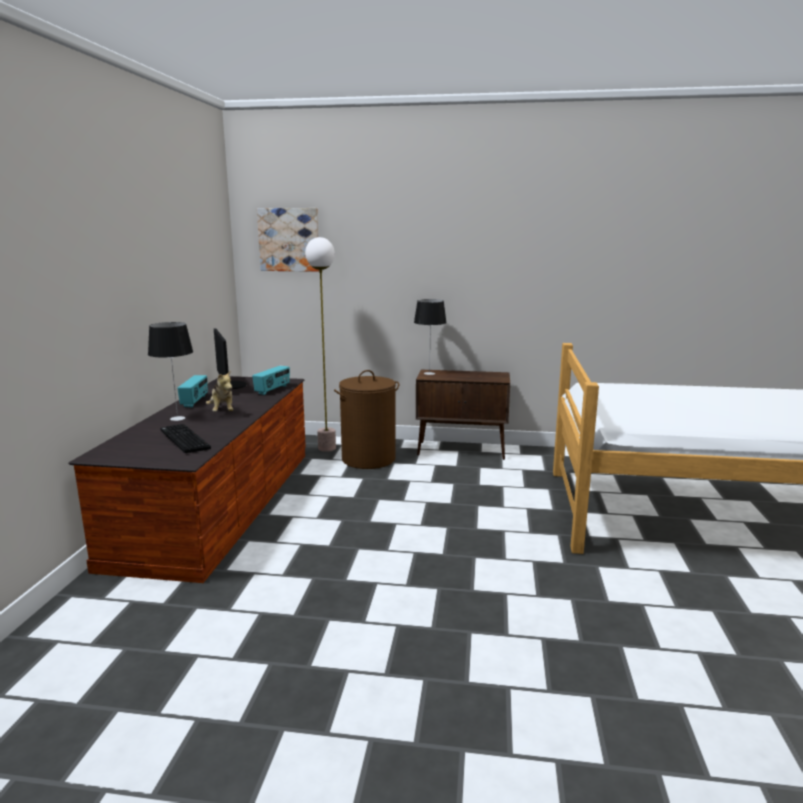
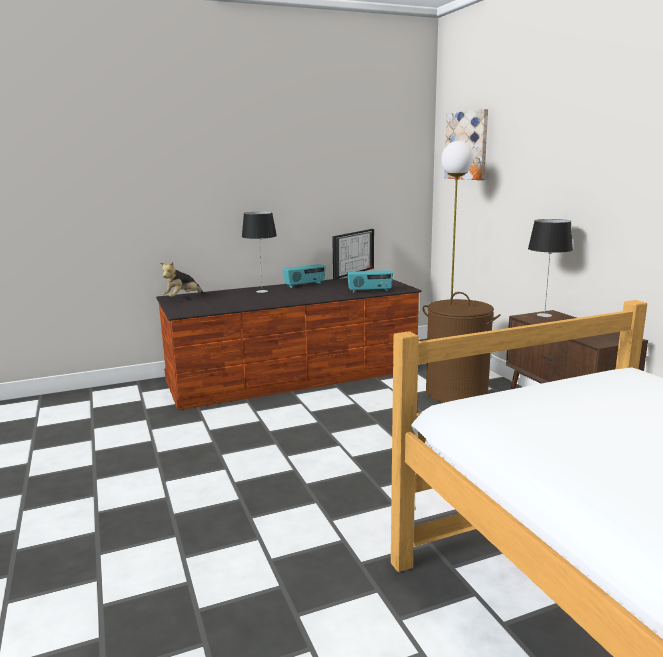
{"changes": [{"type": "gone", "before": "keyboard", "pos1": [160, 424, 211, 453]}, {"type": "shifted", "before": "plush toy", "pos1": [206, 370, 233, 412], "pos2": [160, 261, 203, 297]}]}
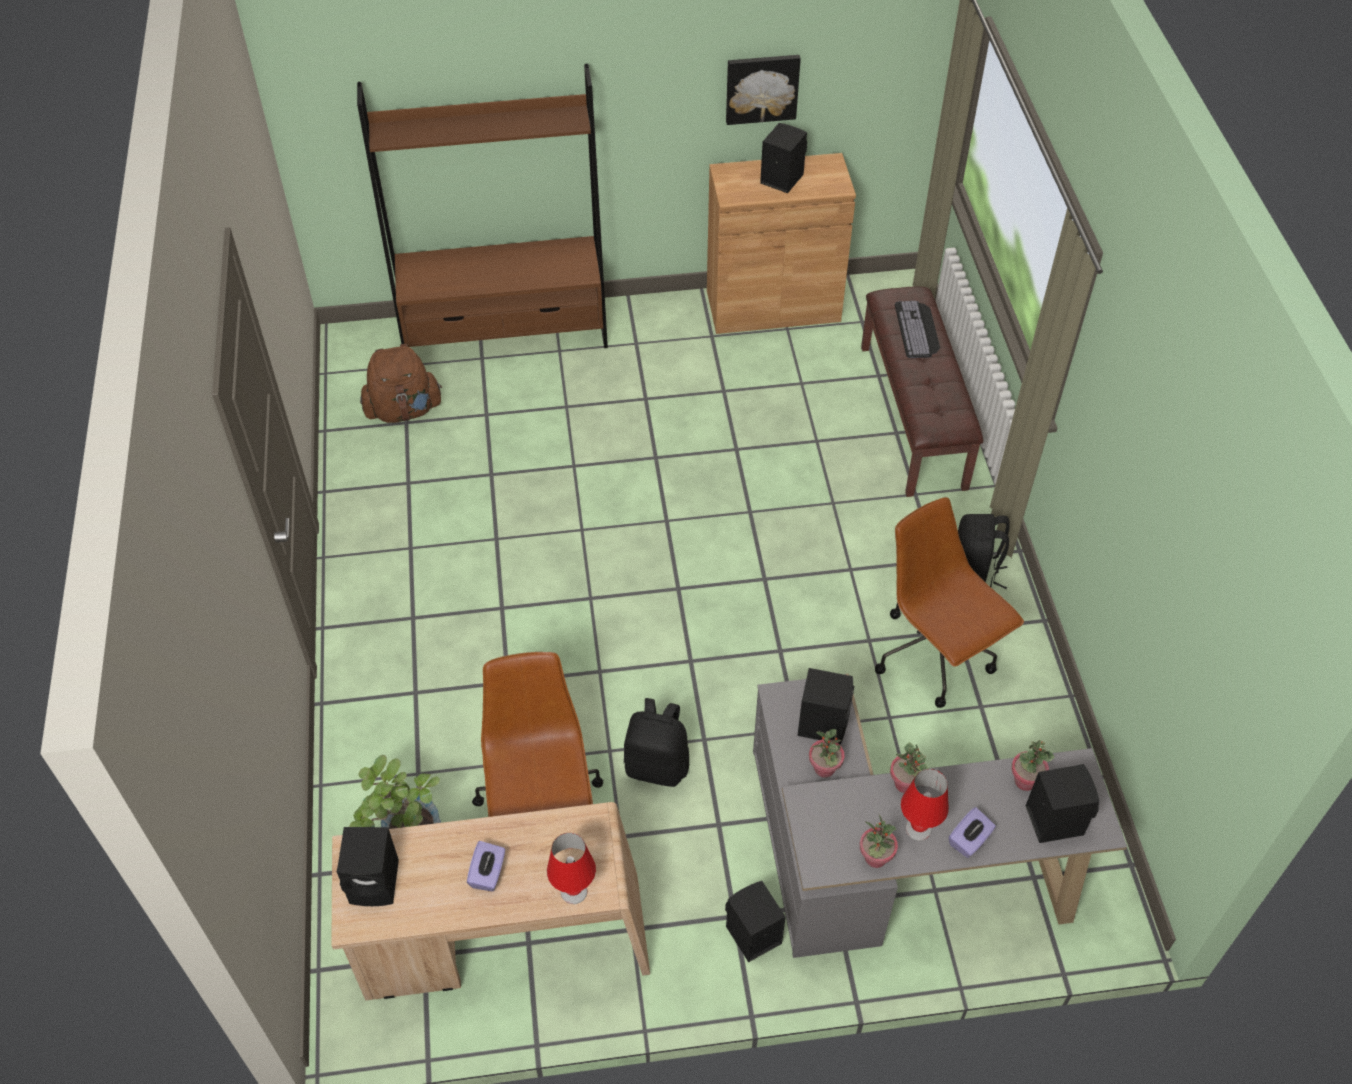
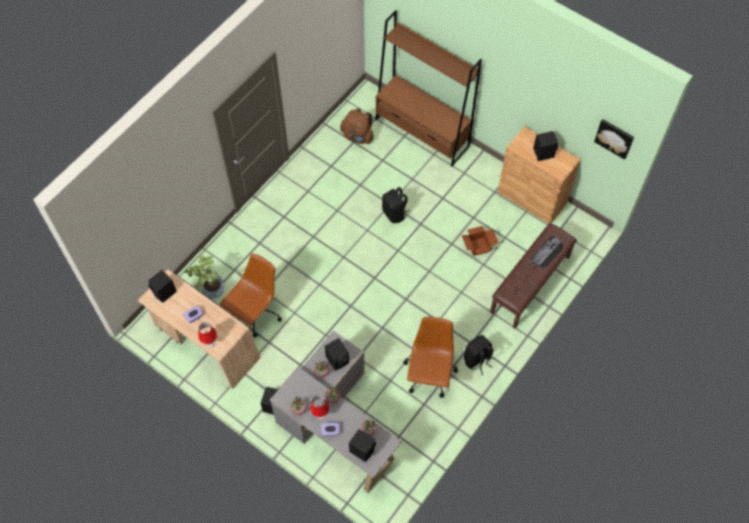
{"changes": [{"type": "new", "after": "cardboard box", "pos2": [462, 226, 499, 256]}, {"type": "shifted", "before": "black backpack", "pos1": [624, 698, 689, 787], "pos2": [382, 187, 410, 223]}, {"type": "shifted", "before": "picture", "pos1": [726, 55, 801, 125], "pos2": [594, 119, 634, 160]}]}
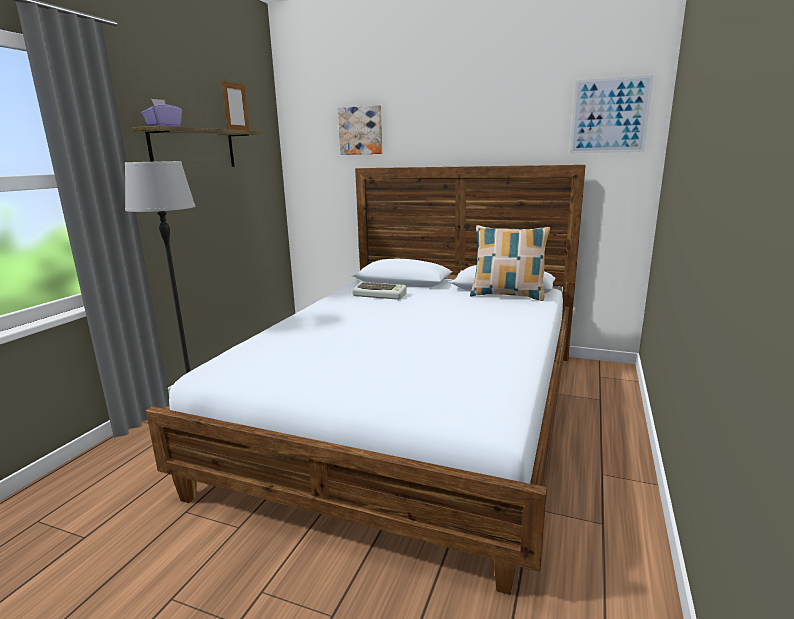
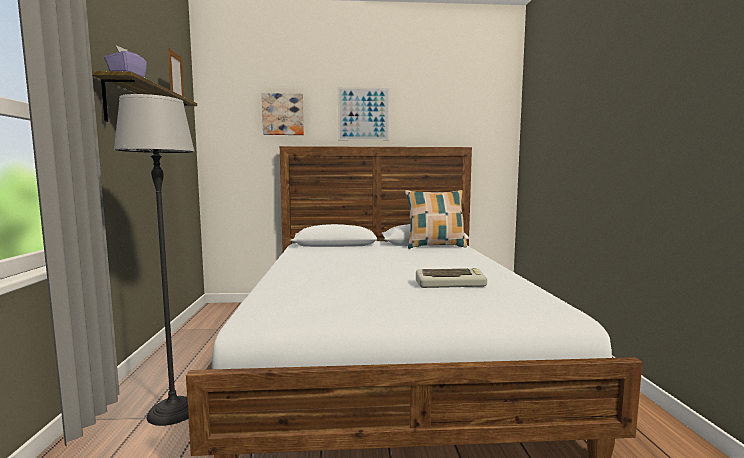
{"changes": [{"type": "shifted", "before": "keyboard", "pos1": [352, 282, 407, 300], "pos2": [416, 268, 487, 288]}, {"type": "shifted", "before": "picture", "pos1": [570, 75, 653, 153], "pos2": [338, 87, 389, 141]}]}
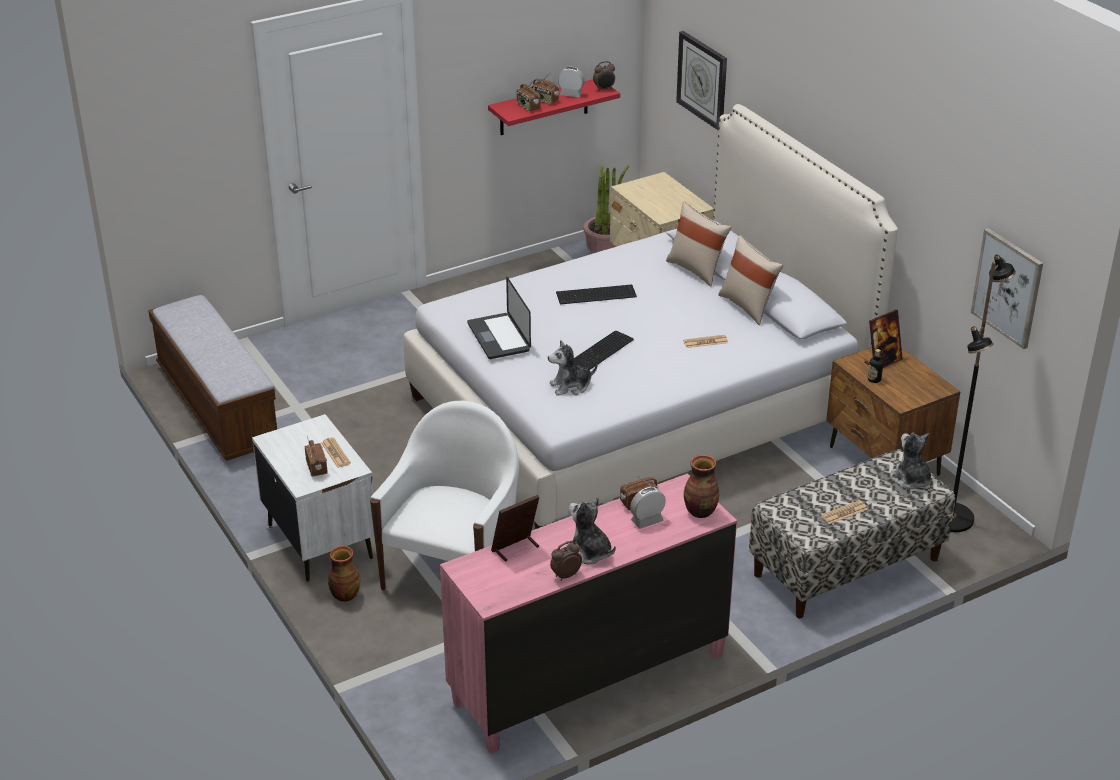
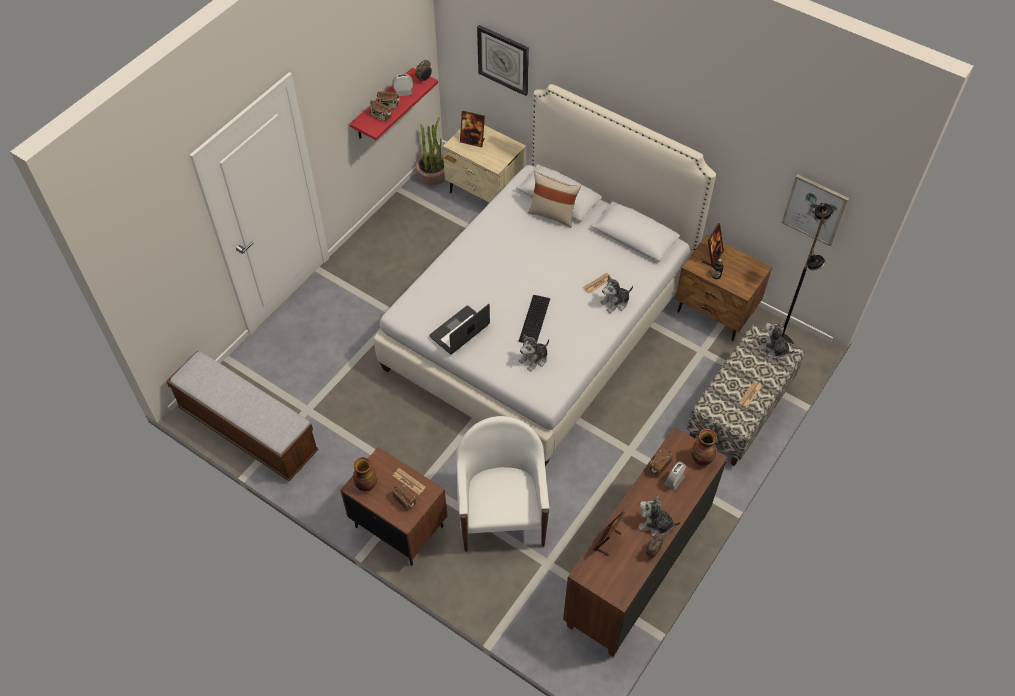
{"changes": [{"type": "gone", "before": "keyboard", "pos1": [556, 284, 637, 304]}, {"type": "gone", "before": "beige pillow", "pos1": [719, 235, 783, 325]}, {"type": "new", "after": "picture frame", "pos2": [460, 111, 485, 147]}, {"type": "new", "after": "plush toy", "pos2": [600, 276, 633, 313]}, {"type": "shifted", "before": "vase", "pos1": [328, 546, 360, 602], "pos2": [353, 457, 377, 491]}, {"type": "repainted", "before": "white nightstand", "after": "brown nightstand", "pos1": [252, 414, 374, 582], "pos2": [340, 447, 447, 565]}, {"type": "repainted", "before": "pink dresser", "after": "brown dresser", "pos1": [440, 473, 737, 754], "pos2": [563, 427, 728, 657]}, {"type": "rotated", "before": "laptop", "pos1": [467, 277, 531, 359], "pos2": [430, 304, 490, 354], "turn": 90}]}
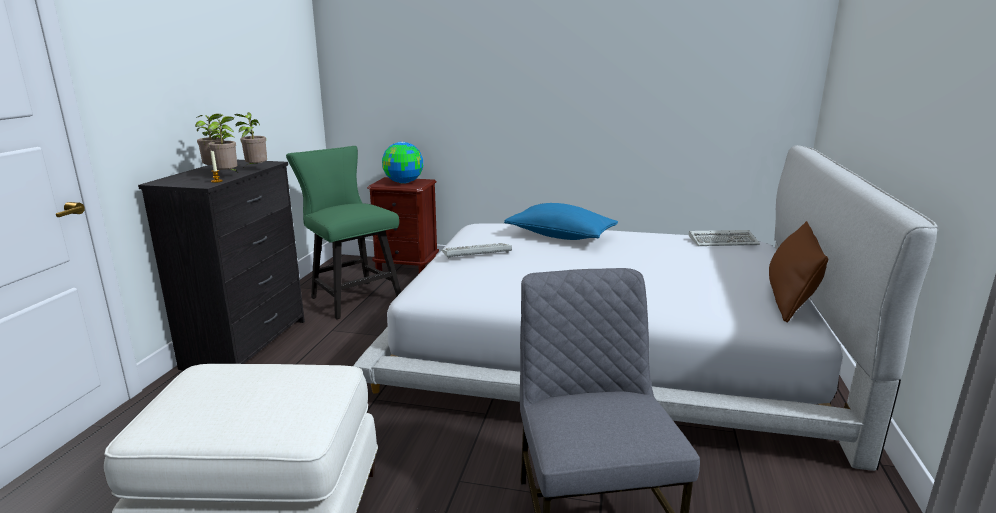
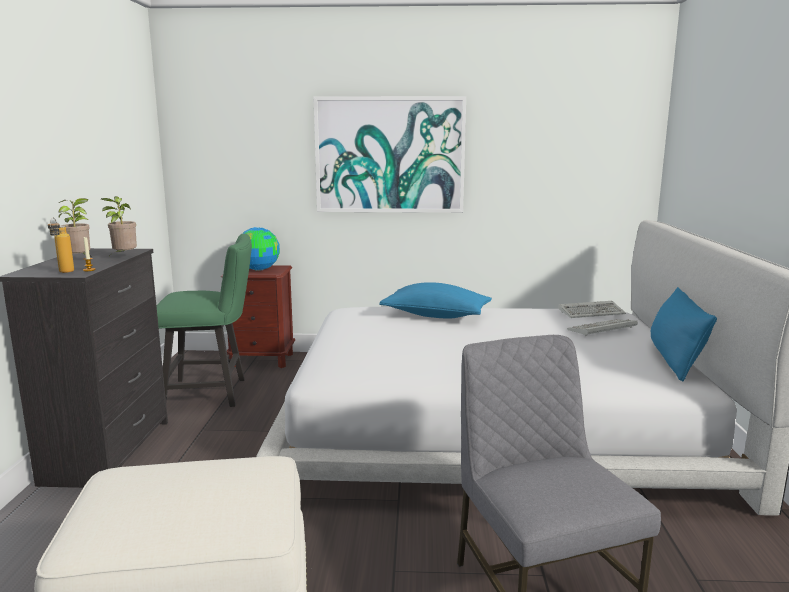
{"changes": [{"type": "gone", "before": "potted plant", "pos1": [207, 116, 237, 172]}, {"type": "new", "after": "bottle", "pos2": [48, 218, 74, 273]}, {"type": "new", "after": "picture", "pos2": [313, 96, 466, 213]}, {"type": "shifted", "before": "keyboard", "pos1": [441, 243, 512, 259], "pos2": [567, 319, 638, 336]}, {"type": "repainted", "before": "brown pillow", "after": "blue pillow", "pos1": [769, 221, 828, 322], "pos2": [651, 287, 717, 381]}, {"type": "rotated", "before": "green chair", "pos1": [286, 146, 401, 319], "pos2": [156, 234, 252, 407], "turn": 135}]}
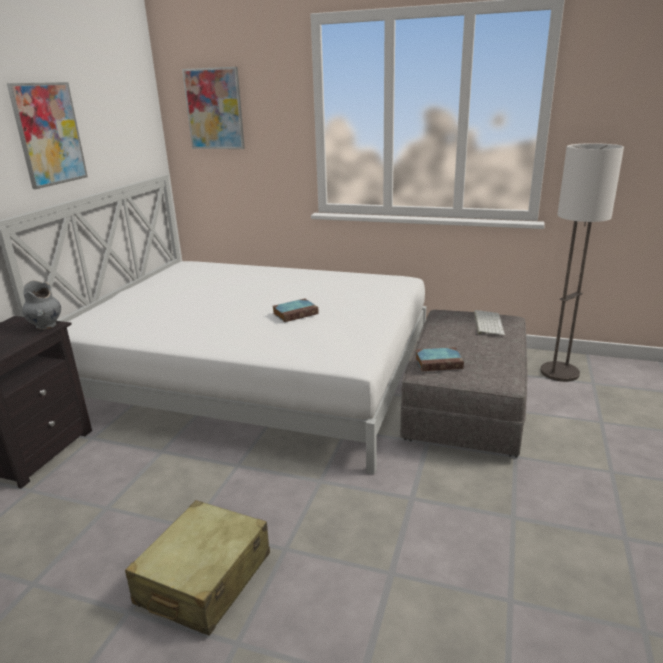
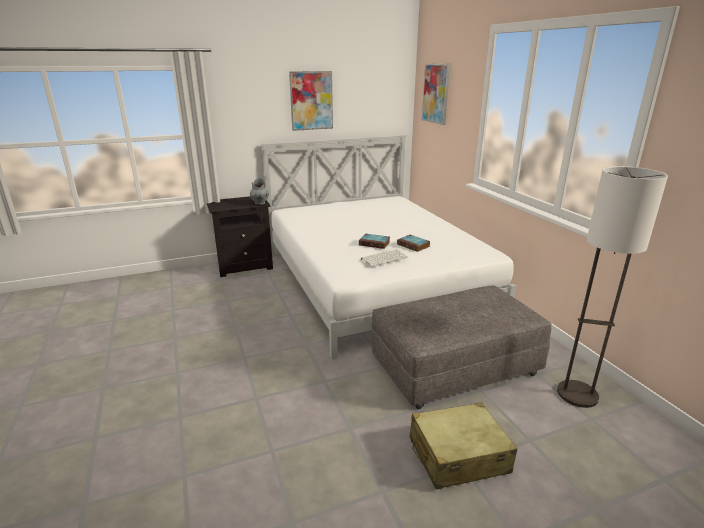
{"changes": [{"type": "shifted", "before": "beige suitcase", "pos1": [125, 500, 270, 636], "pos2": [410, 402, 518, 490]}, {"type": "shifted", "before": "book", "pos1": [415, 347, 464, 371], "pos2": [397, 235, 430, 252]}, {"type": "shifted", "before": "keyboard", "pos1": [474, 310, 505, 335], "pos2": [361, 249, 408, 267]}]}
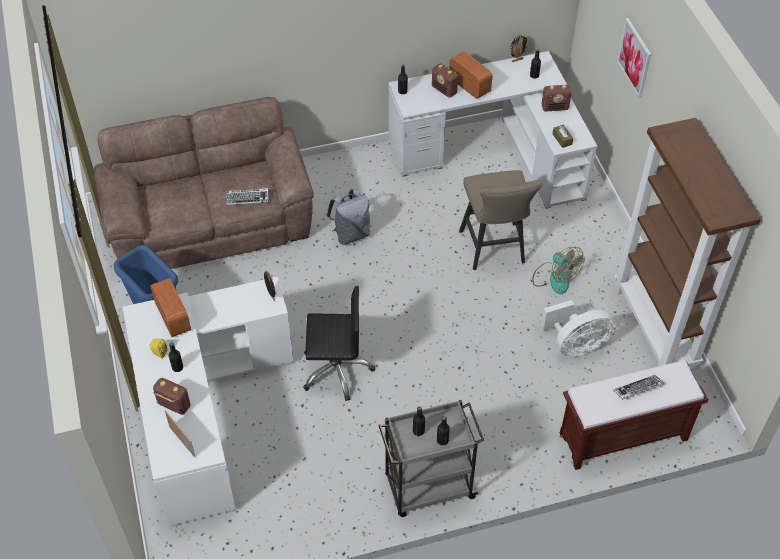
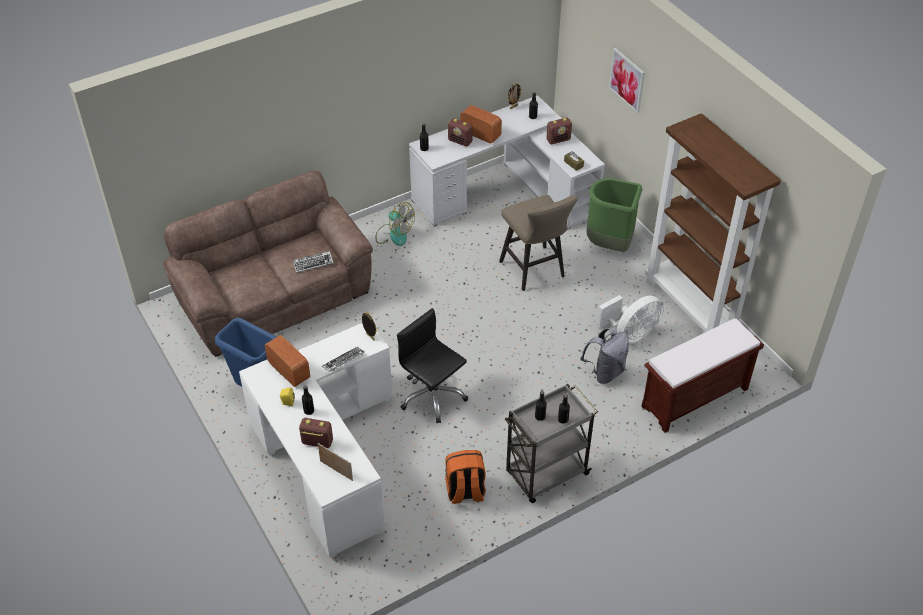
{"changes": [{"type": "new", "after": "orange backpack", "pos2": [445, 450, 486, 504]}, {"type": "new", "after": "green trash can", "pos2": [586, 178, 642, 252]}, {"type": "shifted", "before": "grey backpack", "pos1": [326, 189, 370, 245], "pos2": [580, 327, 629, 384]}, {"type": "shifted", "before": "fan", "pos1": [532, 247, 584, 294], "pos2": [376, 202, 415, 246]}, {"type": "shifted", "before": "keyboard", "pos1": [613, 375, 664, 400], "pos2": [322, 347, 365, 372]}, {"type": "rotated", "before": "black office chair", "pos1": [303, 286, 375, 401], "pos2": [397, 308, 468, 423], "turn": -120}]}
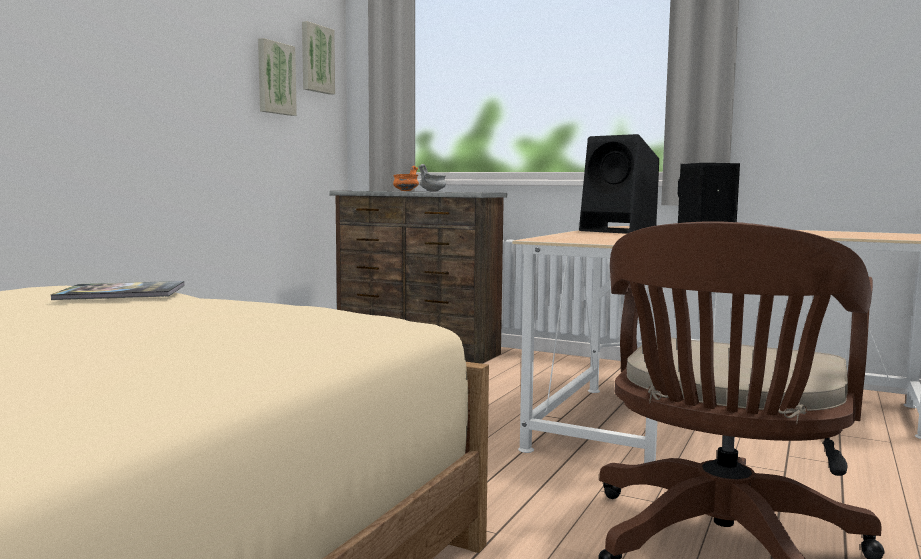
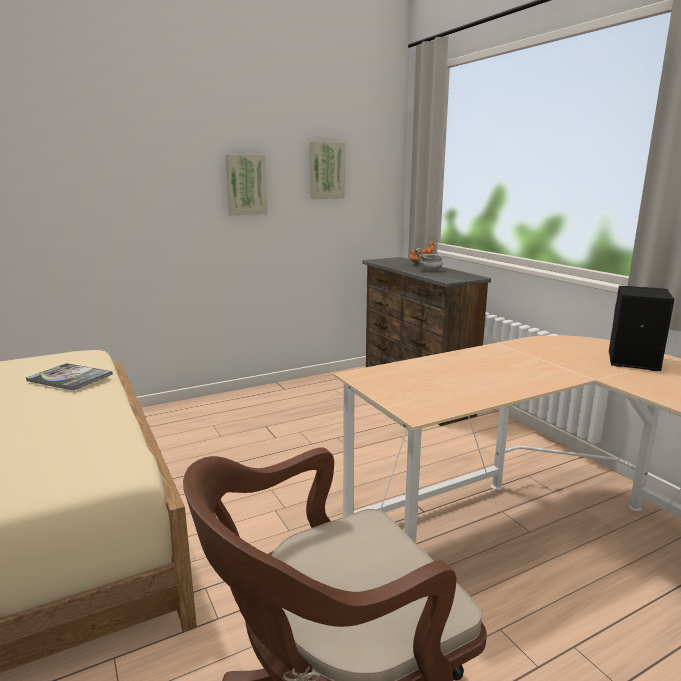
{"changes": [{"type": "gone", "before": "black speaker", "pos1": [579, 134, 659, 234]}, {"type": "shifted", "before": "picture", "pos1": [302, 21, 335, 95], "pos2": [225, 154, 268, 215]}]}
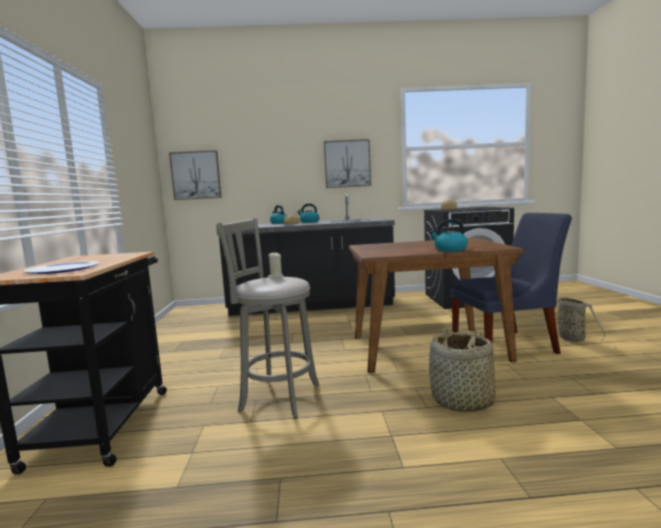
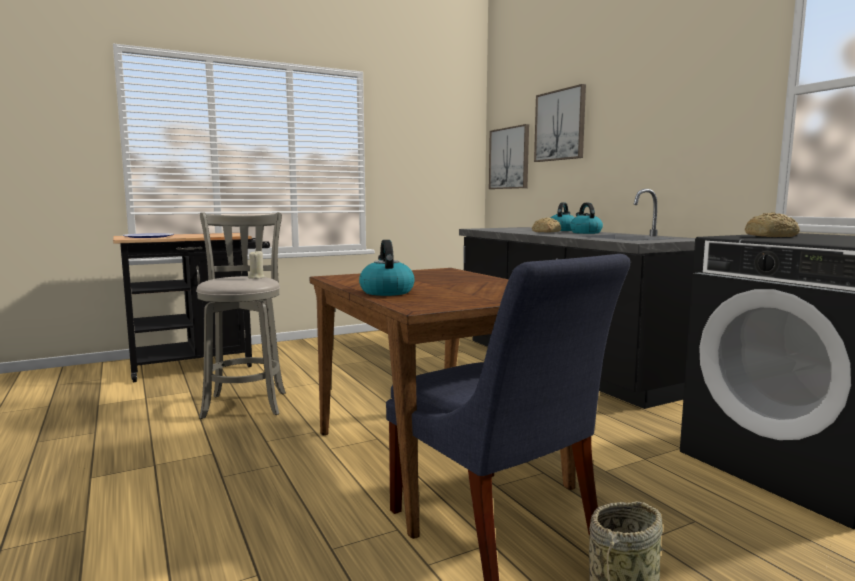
{"changes": [{"type": "gone", "before": "basket", "pos1": [429, 329, 496, 412]}, {"type": "shifted", "before": "picture", "pos1": [324, 139, 371, 188], "pos2": [534, 84, 586, 162]}]}
